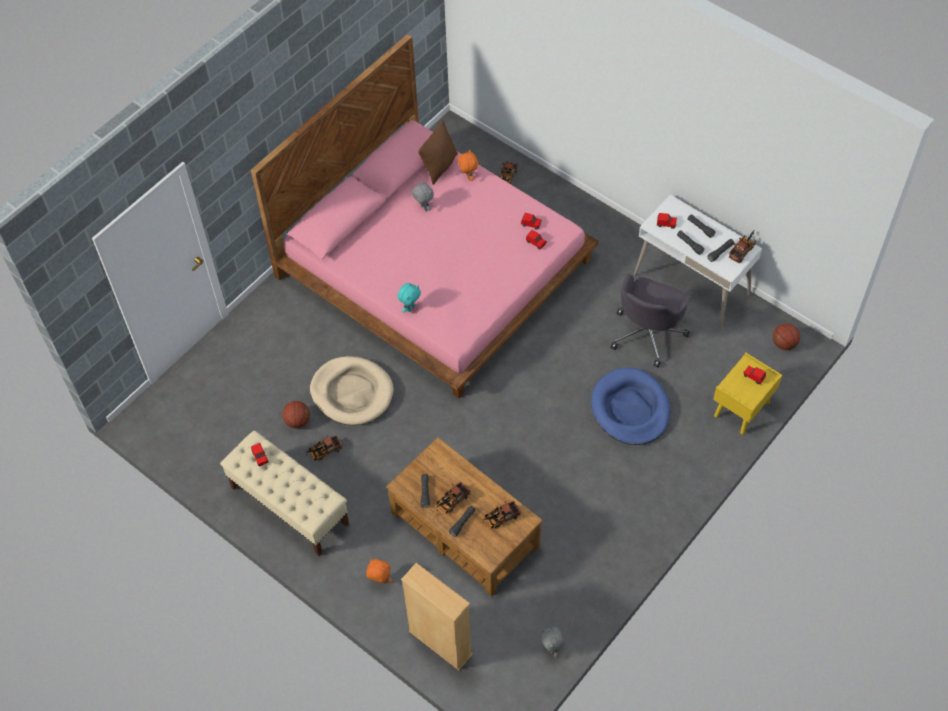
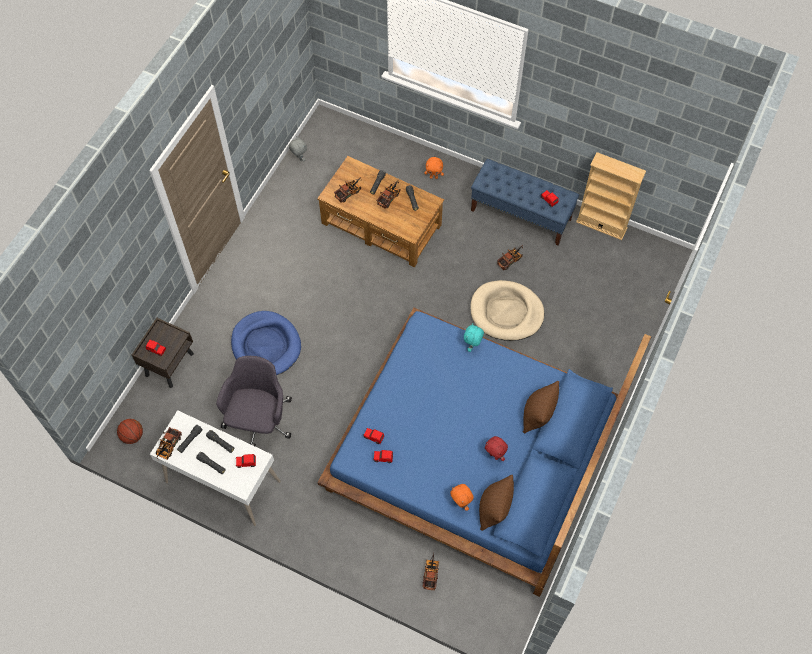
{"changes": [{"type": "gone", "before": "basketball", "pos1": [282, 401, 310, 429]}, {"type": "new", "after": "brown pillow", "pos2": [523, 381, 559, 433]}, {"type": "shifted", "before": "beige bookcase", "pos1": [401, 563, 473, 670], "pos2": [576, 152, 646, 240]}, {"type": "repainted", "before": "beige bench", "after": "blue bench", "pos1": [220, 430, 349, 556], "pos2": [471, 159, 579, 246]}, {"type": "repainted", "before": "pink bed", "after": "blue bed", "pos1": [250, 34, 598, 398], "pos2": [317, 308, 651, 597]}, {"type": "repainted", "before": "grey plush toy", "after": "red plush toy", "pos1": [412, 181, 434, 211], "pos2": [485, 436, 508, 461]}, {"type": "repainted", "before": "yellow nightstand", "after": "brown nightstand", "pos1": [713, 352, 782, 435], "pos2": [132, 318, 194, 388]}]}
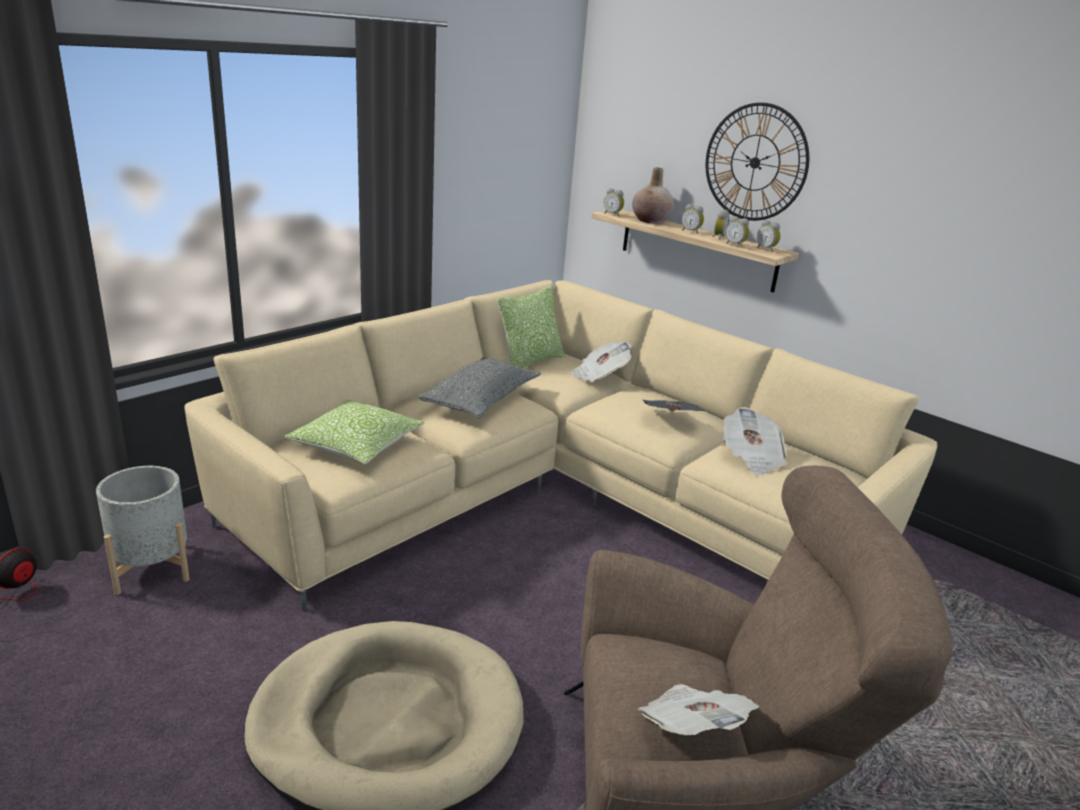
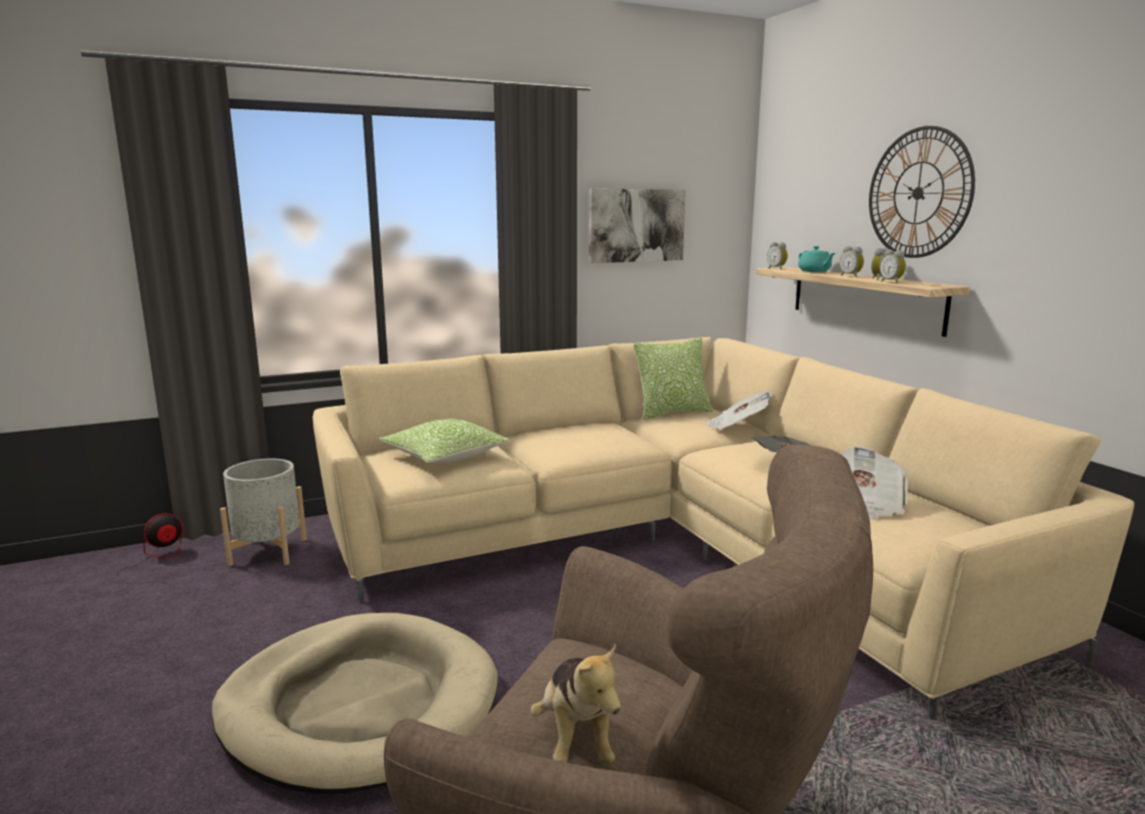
{"changes": [{"type": "gone", "before": "grey pillow", "pos1": [417, 357, 540, 418]}, {"type": "gone", "before": "alarm clock", "pos1": [757, 220, 780, 252]}, {"type": "new", "after": "picture", "pos2": [589, 189, 686, 263]}, {"type": "swapped", "before": "beige vase", "after": "turquoise teapot", "pos1": [632, 168, 674, 224], "pos2": [798, 246, 835, 272]}, {"type": "swapped", "before": "newspaper", "after": "plush toy", "pos1": [638, 684, 759, 735], "pos2": [530, 643, 621, 764]}]}
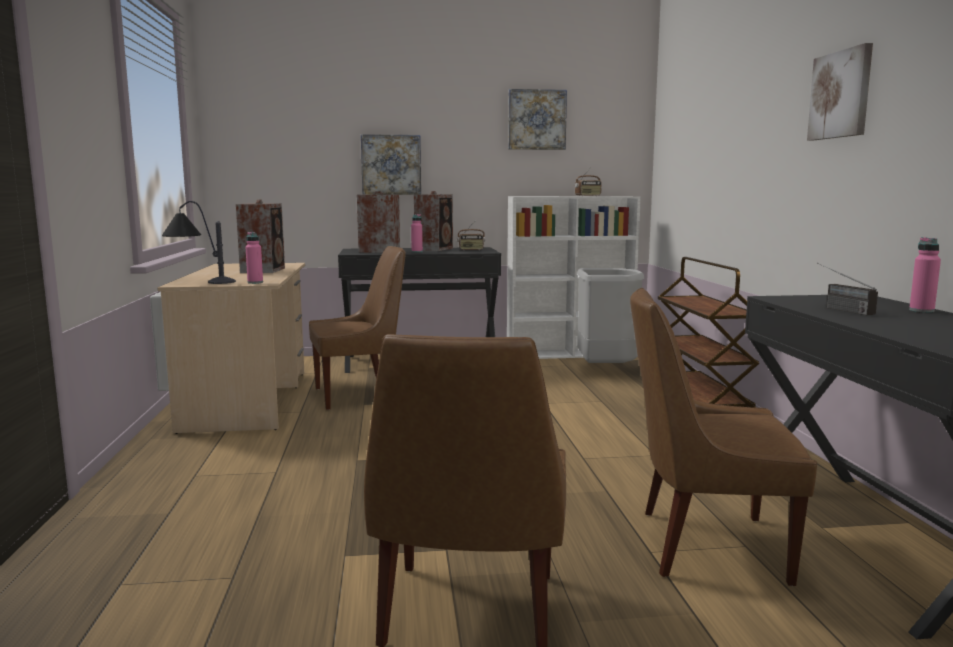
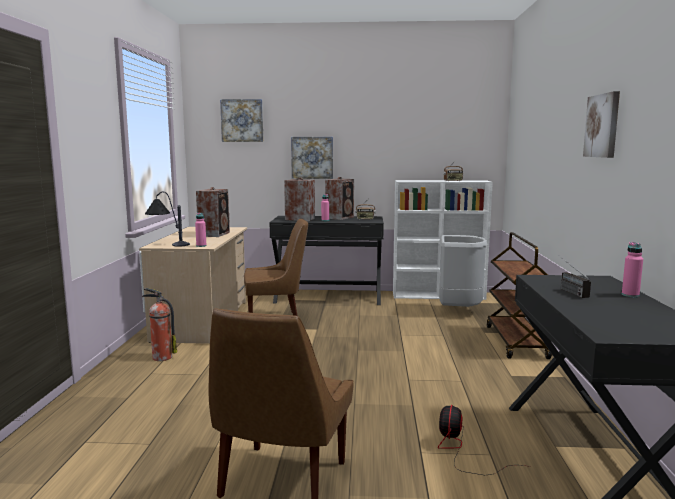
{"changes": [{"type": "new", "after": "fire extinguisher", "pos2": [142, 288, 177, 361]}, {"type": "shifted", "before": "picture", "pos1": [508, 89, 567, 150], "pos2": [220, 99, 263, 142]}, {"type": "swapped", "before": "brown chair", "after": "fan", "pos1": [630, 288, 817, 586], "pos2": [438, 405, 531, 475]}]}
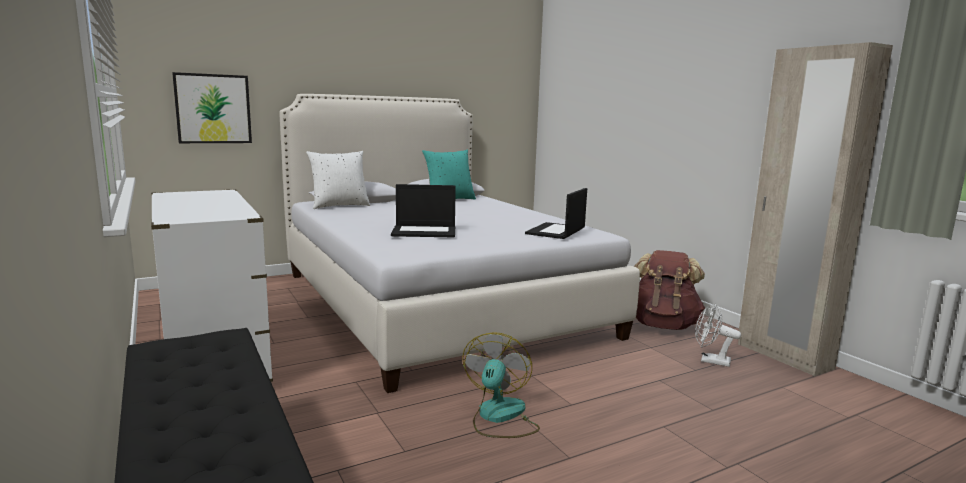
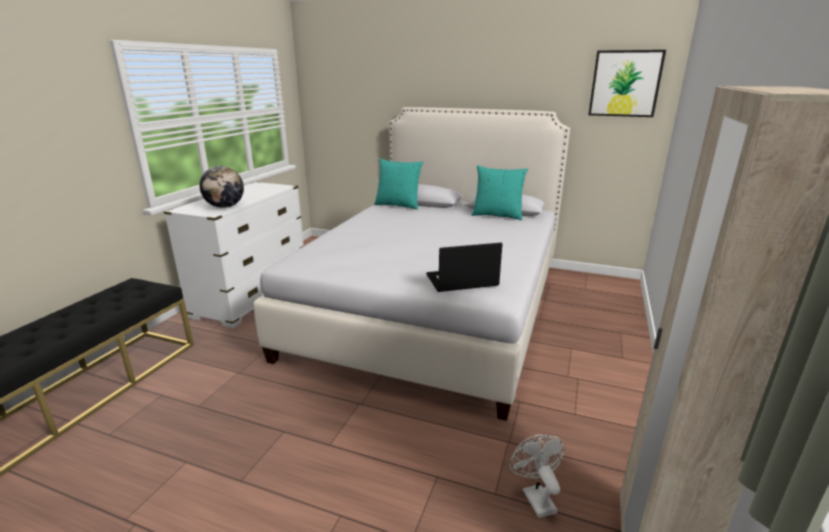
{"changes": [{"type": "gone", "before": "laptop", "pos1": [391, 184, 456, 237]}, {"type": "gone", "before": "fan", "pos1": [462, 332, 540, 438]}, {"type": "gone", "before": "brown backpack", "pos1": [634, 250, 705, 330]}, {"type": "new", "after": "globe", "pos2": [199, 166, 244, 208]}, {"type": "shifted", "before": "picture", "pos1": [172, 72, 252, 143], "pos2": [588, 50, 666, 117]}, {"type": "repainted", "before": "white pillow", "after": "turquoise pillow", "pos1": [306, 151, 370, 209], "pos2": [374, 158, 423, 210]}]}
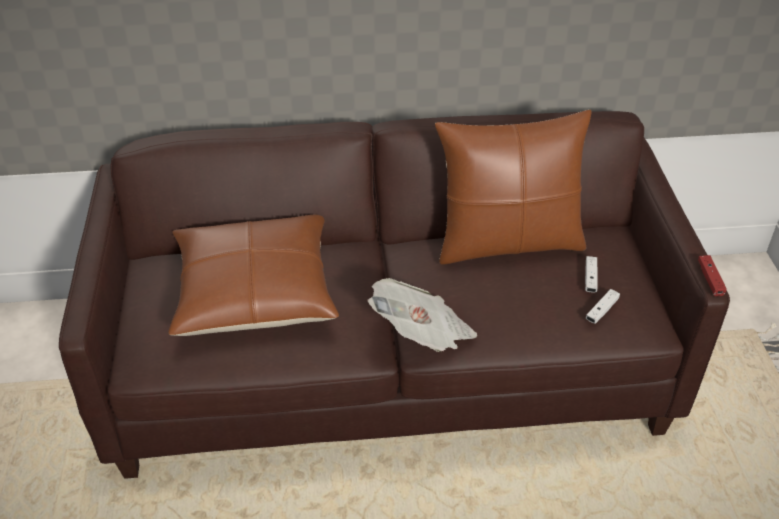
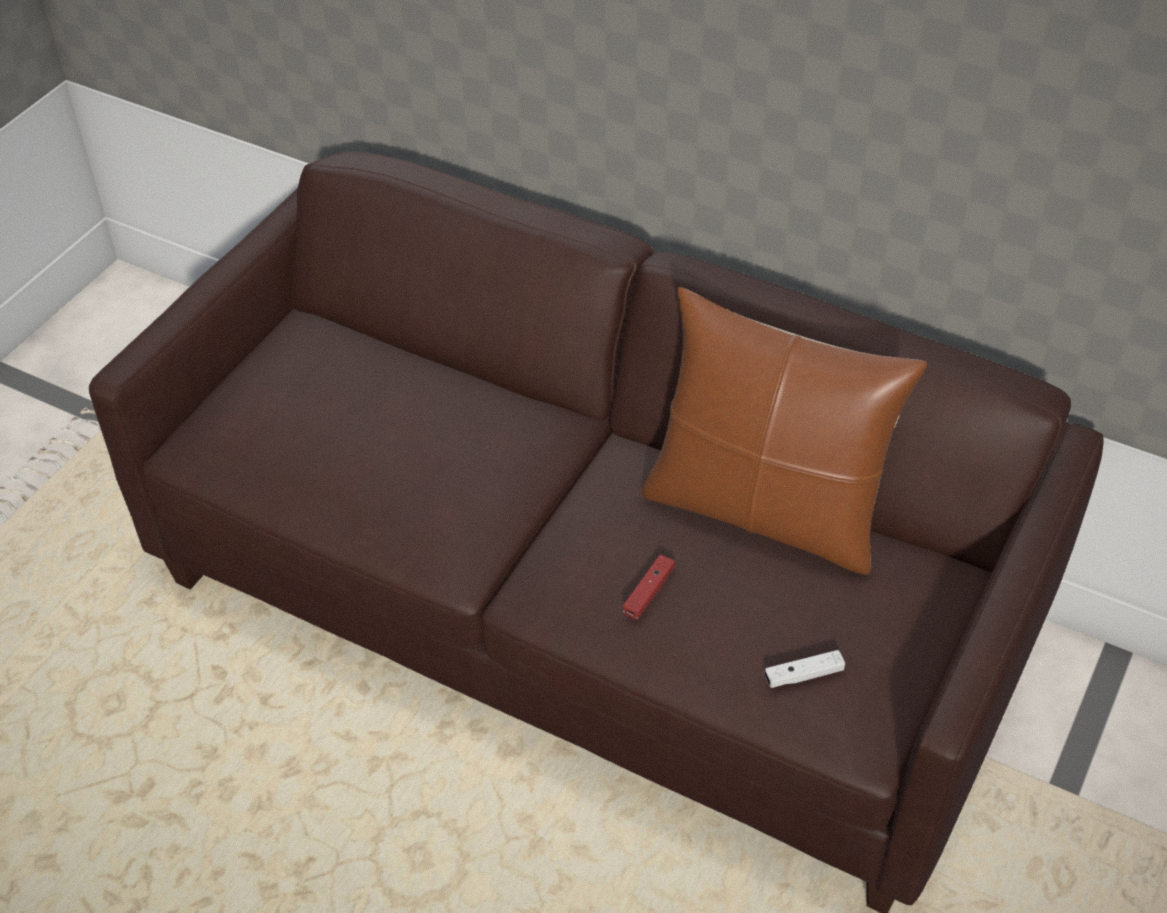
{"changes": [{"type": "gone", "before": "brown pillow", "pos1": [168, 215, 339, 336]}, {"type": "gone", "before": "newspaper", "pos1": [367, 278, 477, 352]}, {"type": "gone", "before": "white game controller", "pos1": [585, 256, 597, 293]}, {"type": "shifted", "before": "red game controller", "pos1": [698, 255, 727, 296], "pos2": [623, 555, 675, 620]}]}
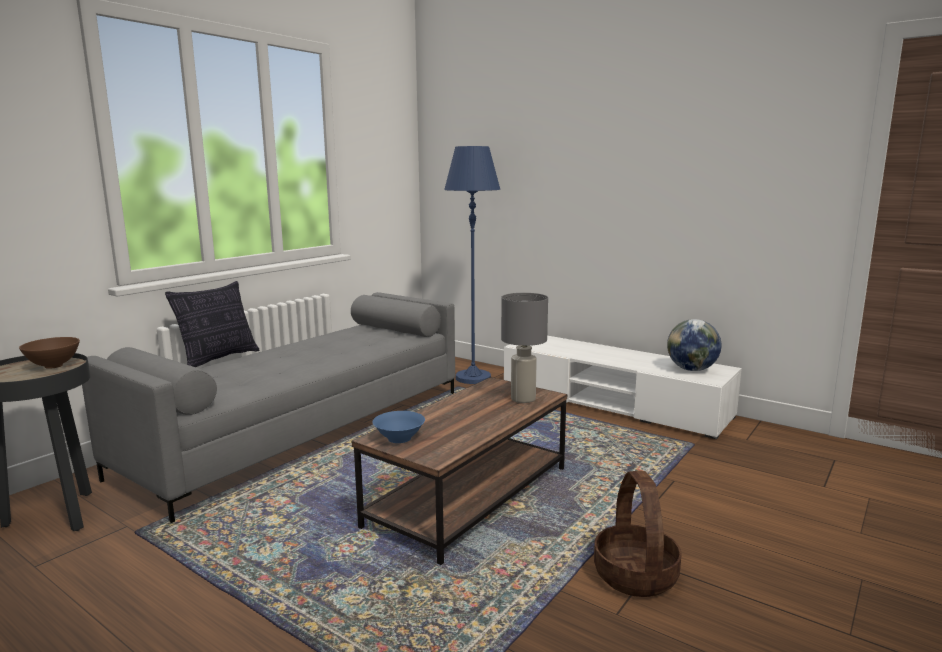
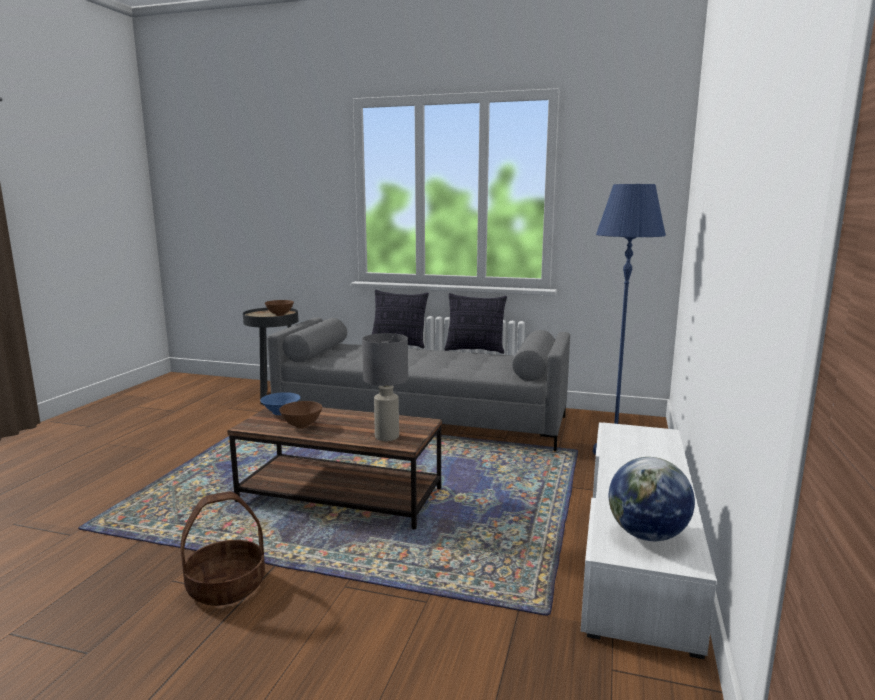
{"changes": [{"type": "new", "after": "brown bowl", "pos2": [279, 401, 322, 429]}, {"type": "new", "after": "pillow", "pos2": [444, 293, 507, 354]}]}
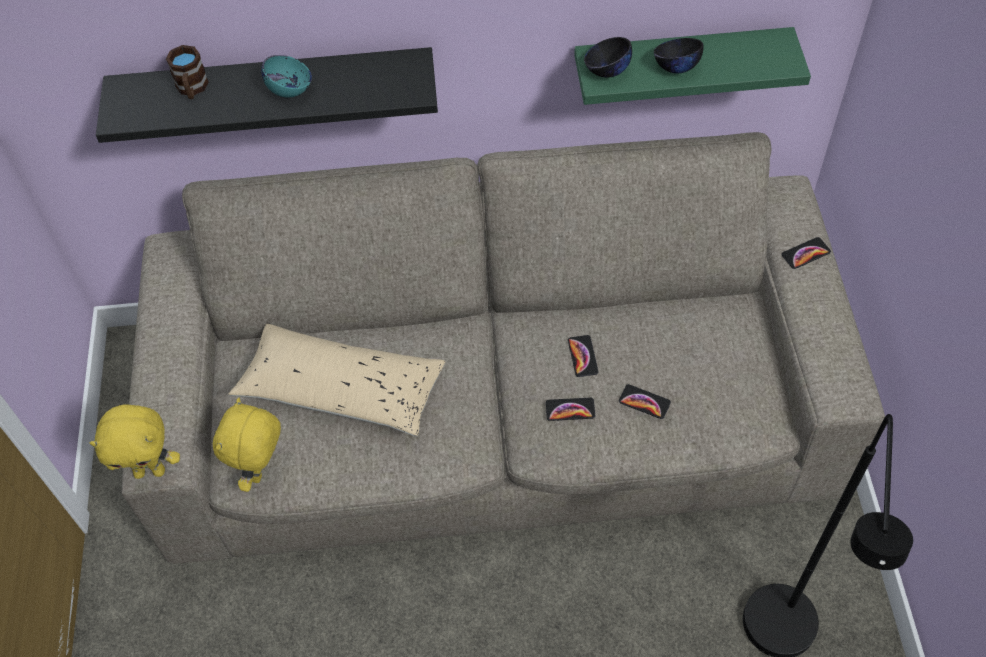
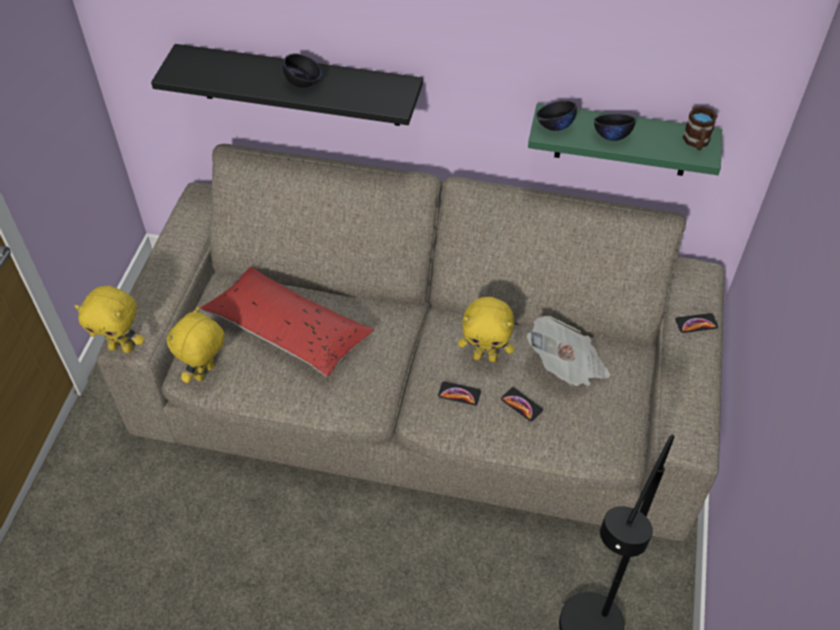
{"changes": [{"type": "new", "after": "newspaper", "pos2": [526, 316, 610, 387]}, {"type": "shifted", "before": "brown mug", "pos1": [166, 45, 209, 99], "pos2": [683, 106, 718, 150]}, {"type": "swapped", "before": "phone", "after": "yellow plush toy", "pos1": [568, 335, 599, 377], "pos2": [458, 297, 514, 362]}, {"type": "repainted", "before": "beige pillow", "after": "red pillow", "pos1": [228, 324, 446, 436], "pos2": [200, 267, 374, 377]}, {"type": "repainted", "before": "turquoise bowl", "after": "black bowl", "pos1": [261, 55, 312, 98], "pos2": [283, 53, 322, 88]}]}
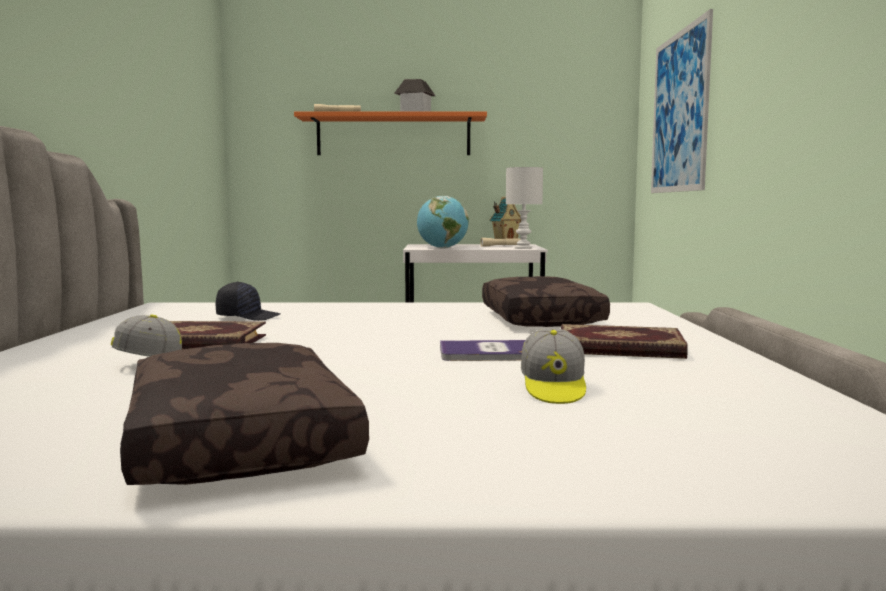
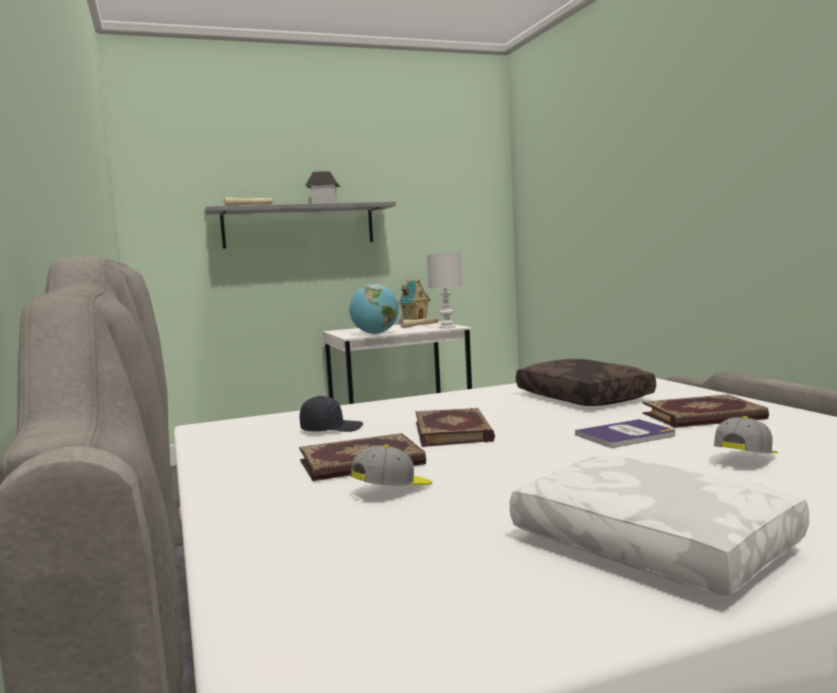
{"changes": [{"type": "gone", "before": "picture", "pos1": [651, 9, 713, 193]}, {"type": "new", "after": "book", "pos2": [416, 408, 495, 447]}, {"type": "repainted", "before": "brown pillow", "after": "white pillow", "pos1": [120, 343, 369, 485], "pos2": [510, 456, 809, 596]}, {"type": "repainted", "before": "orange shelf", "after": "grey shelf", "pos1": [294, 111, 487, 155], "pos2": [204, 202, 396, 249]}, {"type": "rotated", "before": "cap", "pos1": [521, 328, 586, 404], "pos2": [714, 416, 778, 453], "turn": -120}]}
